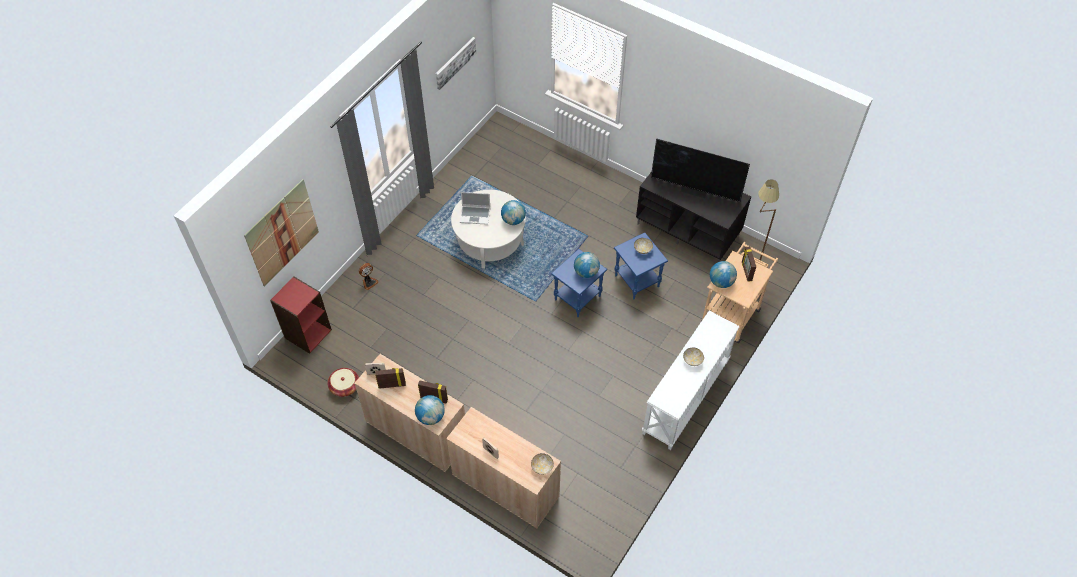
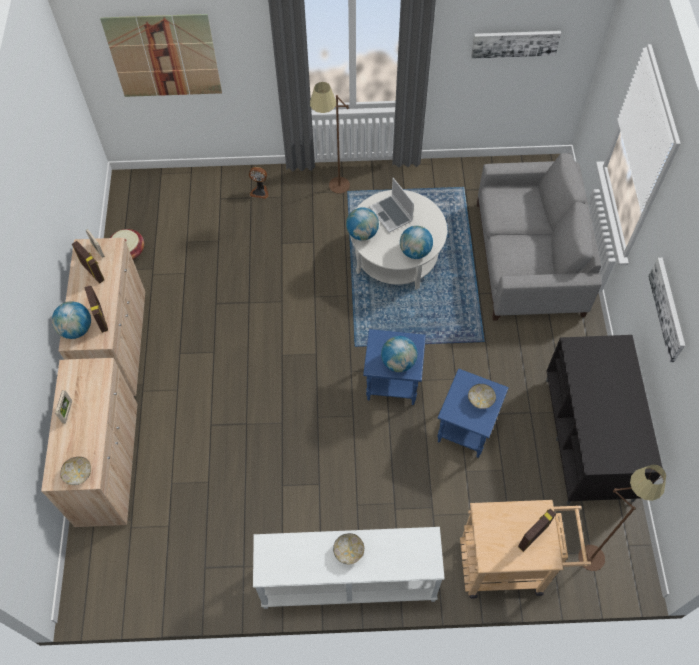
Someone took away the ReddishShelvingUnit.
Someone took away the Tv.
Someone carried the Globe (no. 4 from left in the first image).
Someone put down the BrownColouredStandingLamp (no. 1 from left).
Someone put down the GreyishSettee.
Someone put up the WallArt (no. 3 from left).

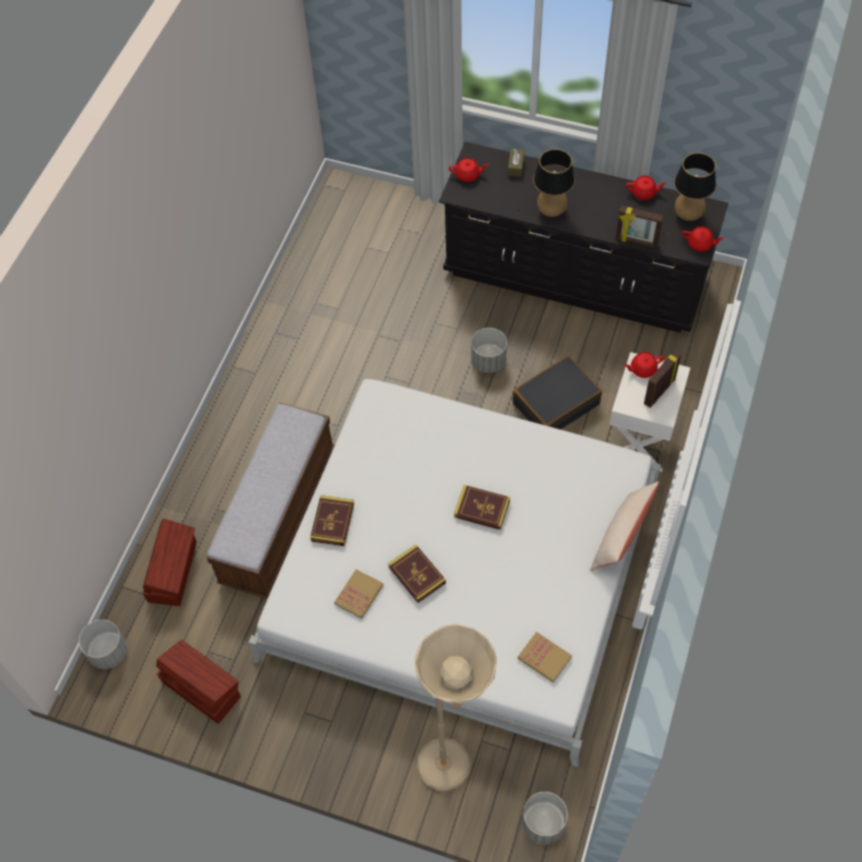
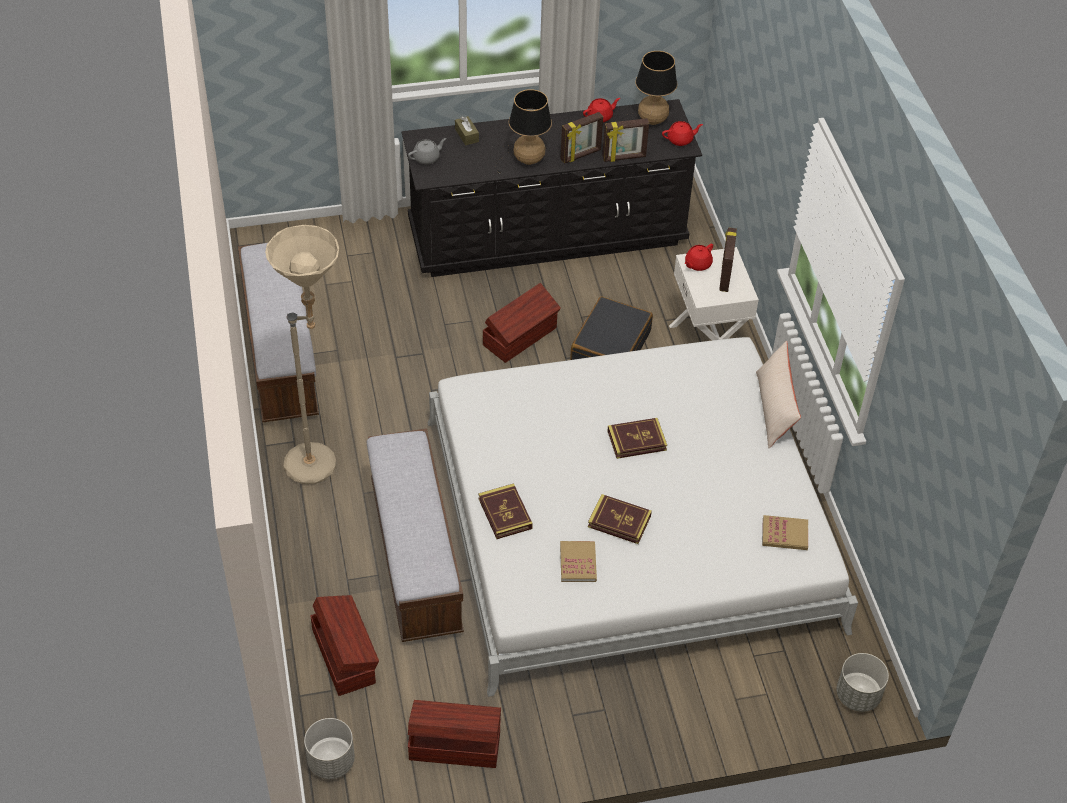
Someone carried the BeigeColouredStandingLamp.
Someone repainted the ReddishPotForTea (no. 1 from left), which became the GreyishPotForTea.
Someone swapped the GreyishFlowerPot (no. 2 from left) for the BrownColouredStorageBox (no. 3 from left).
Someone put down the IndoorBench (no. 1 from left).
Someone put down the PhotoFrame (no. 1 from left).

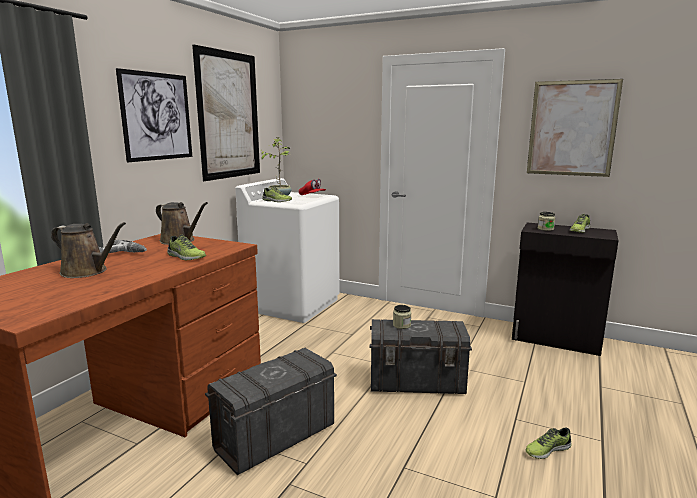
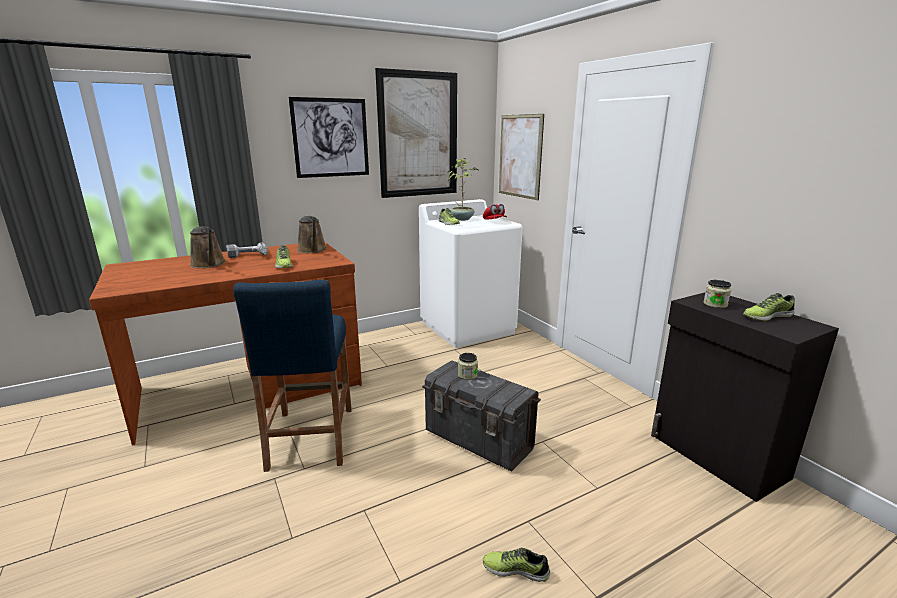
Someone swapped the GreyishStorageBox (no. 1 from left) for the BlueColouredStoolSeat.
Someone carried the WallArt (no. 3 from left).

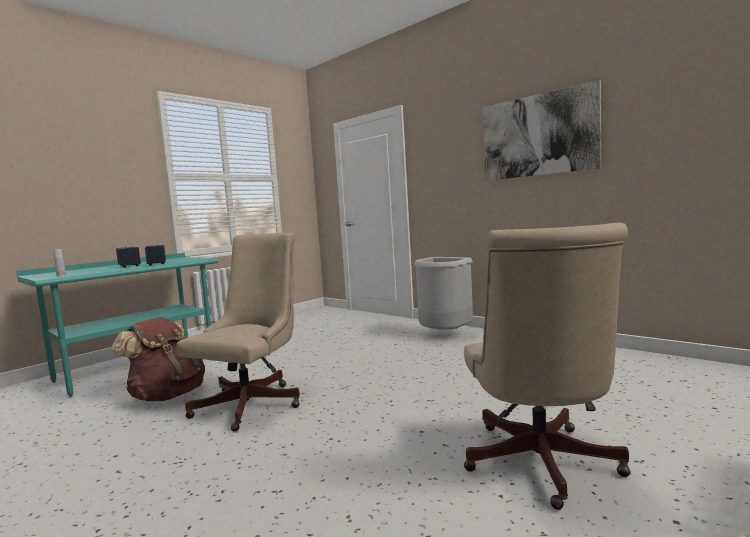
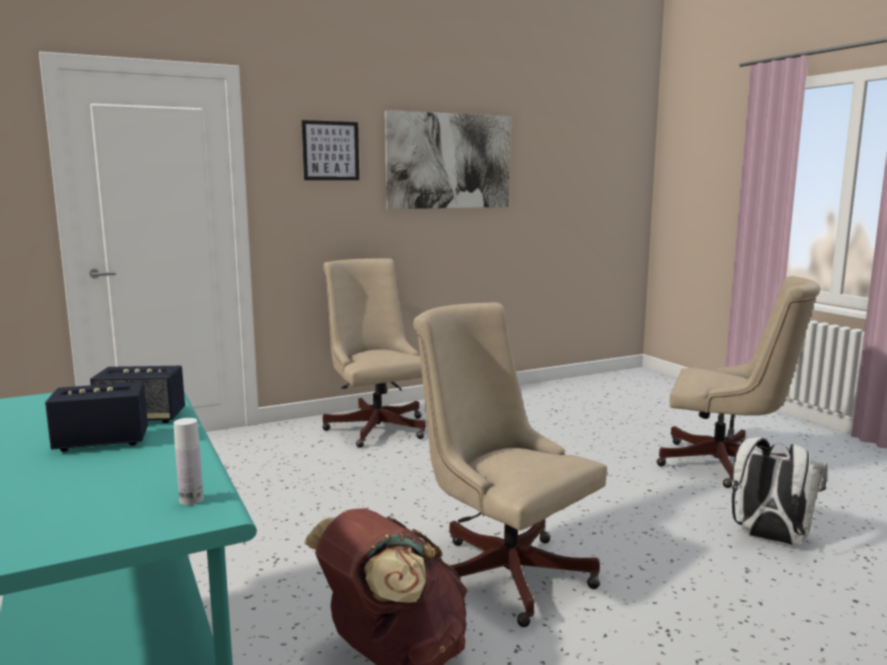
Someone swapped the GreyishTrashCan for the BeigeColouredComputerChair (no. 1 from left).
Someone put up the WallArt (no. 1 from left).
Someone put down the WhiteColouredKnapsack.

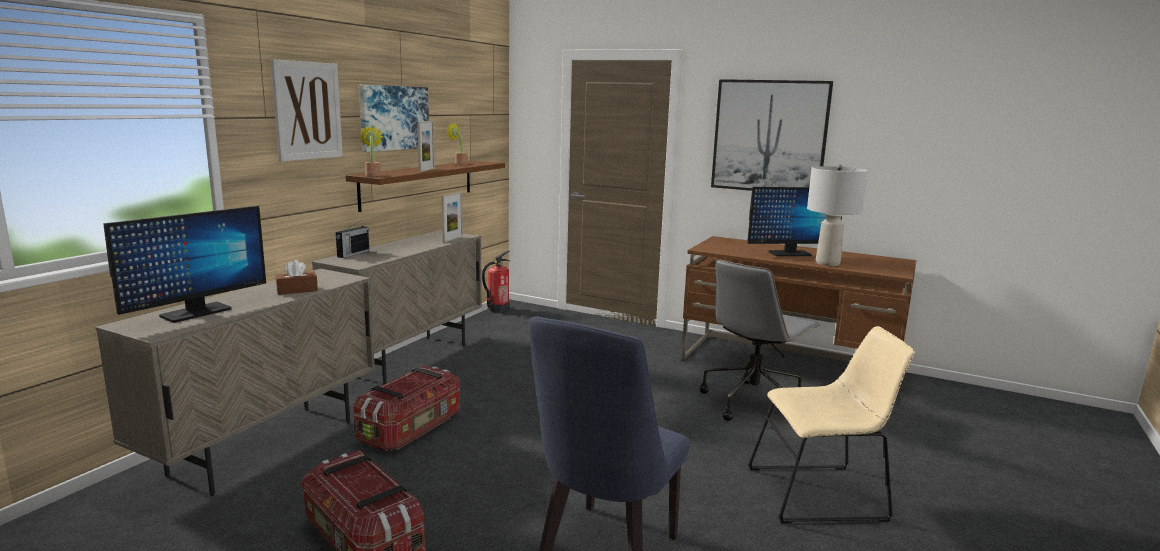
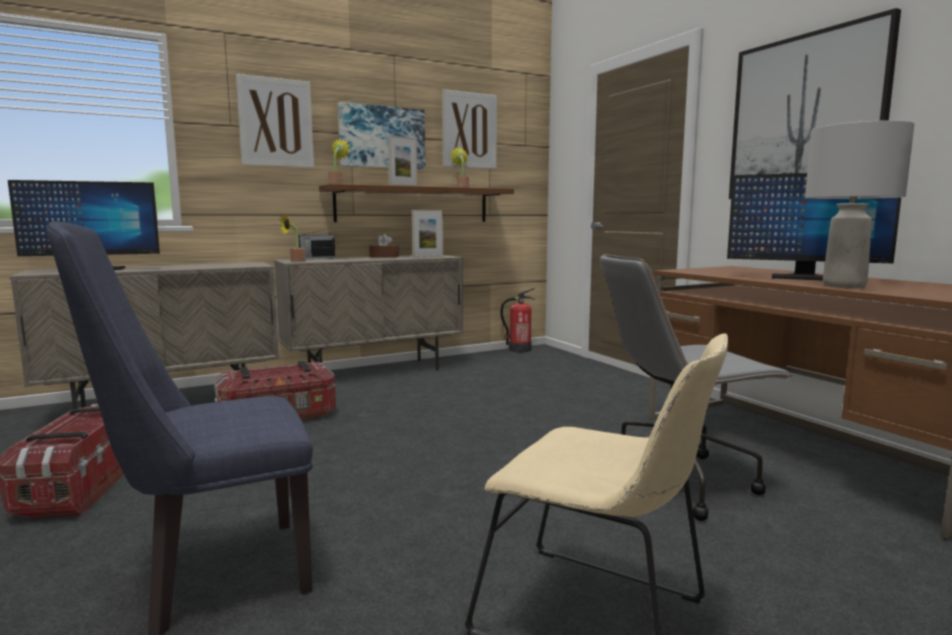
Someone carried the BrownColouredTissueBox.
Someone put down the Houseplant (no. 1 from left).
Someone put up the WallArt (no. 3 from left).

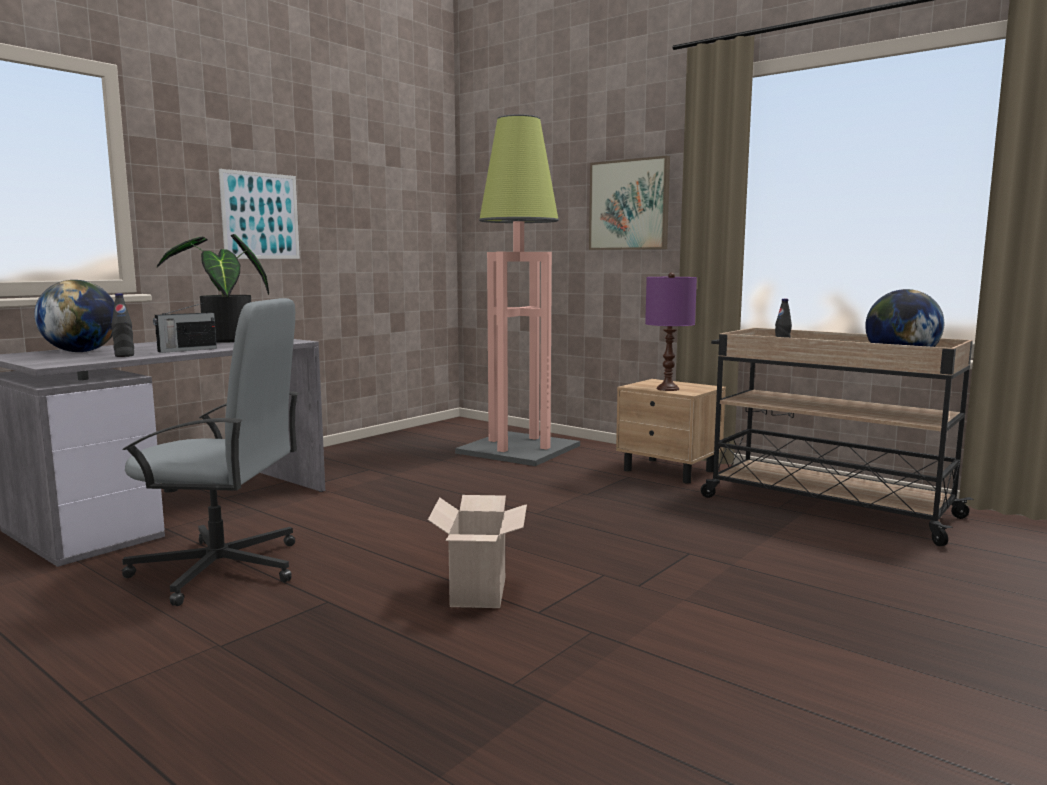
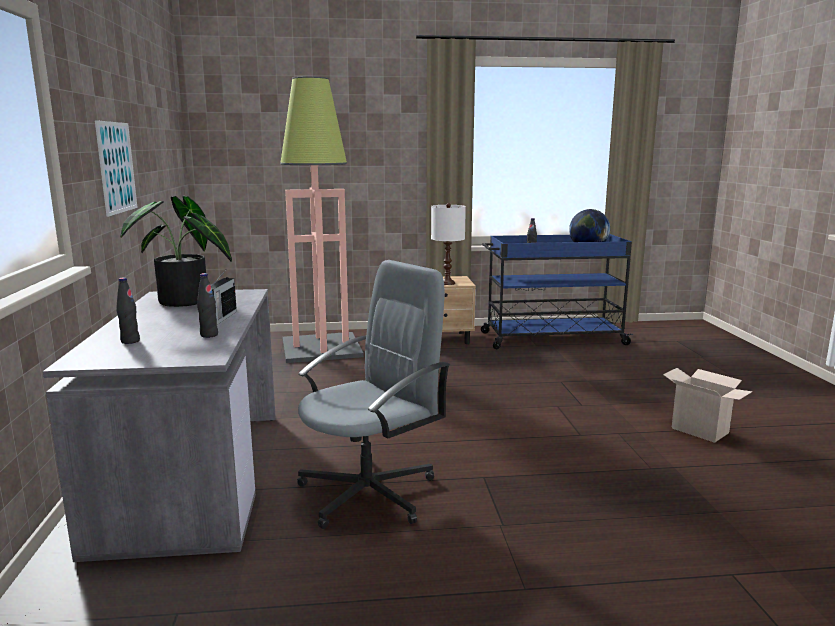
Someone swapped the Globe (no. 1 from left) for the BlackDrinkBottle (no. 1 from left).
Someone carried the PackingBox.
Someone took away the WallArt (no. 2 from left).
Someone repainted the PurplishLampForATable, which became the WhiteColouredLampForATable.
Someone repainted the BeigeColouredWheeledCart, which became the BlueColouredWheeledCart.

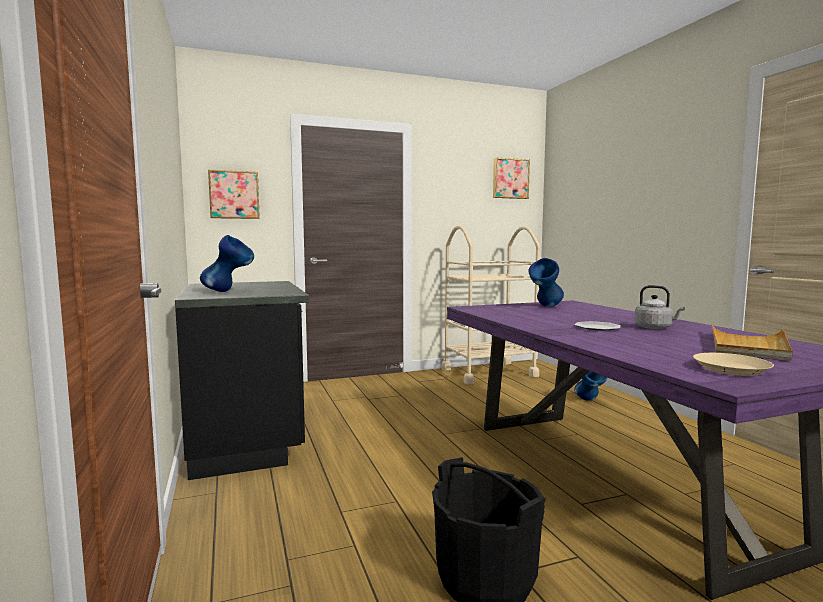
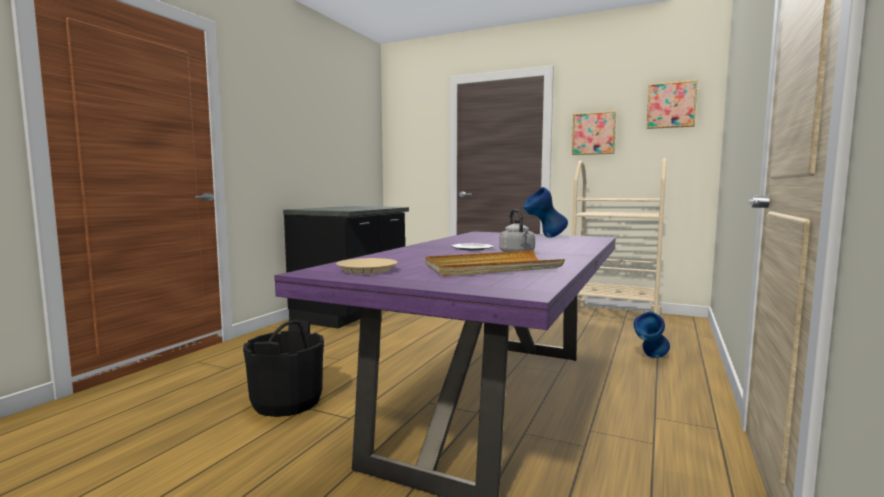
Someone took away the BlueColouredVase (no. 1 from left).
Someone carried the WallArt (no. 1 from left).

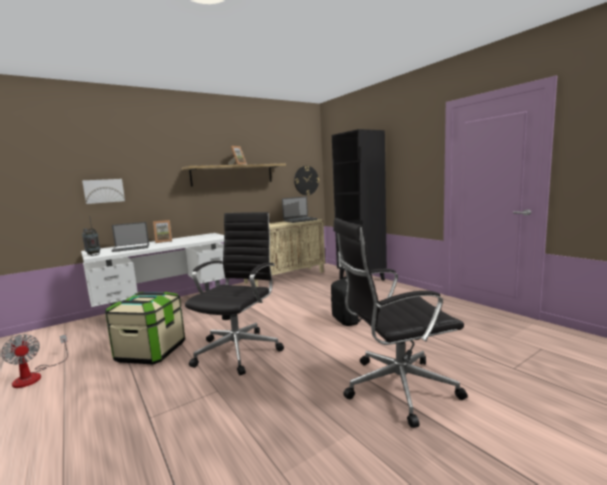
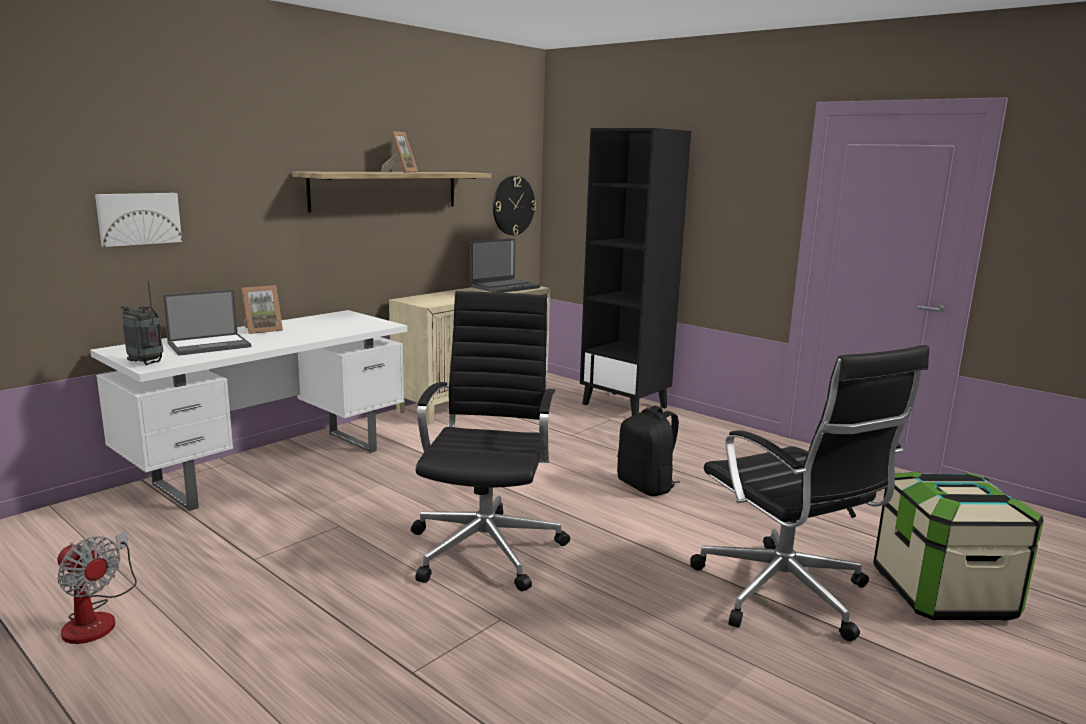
Someone carried the StorageBox.
Someone rotated the BlackComputerChair (no. 2 from left) by 90 degrees counterclockwise.

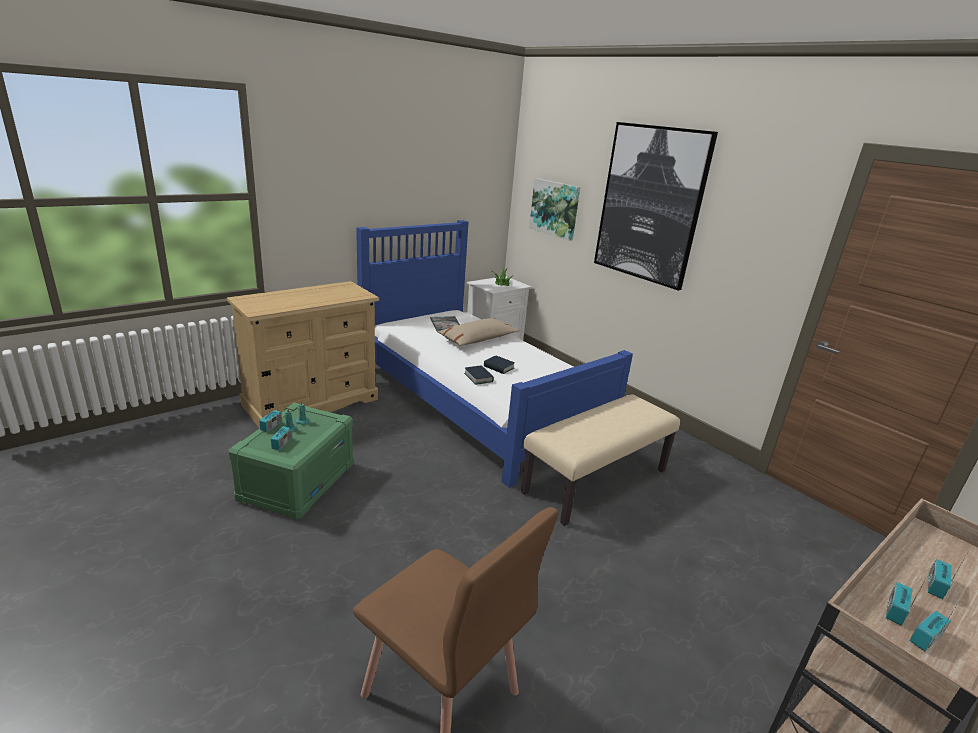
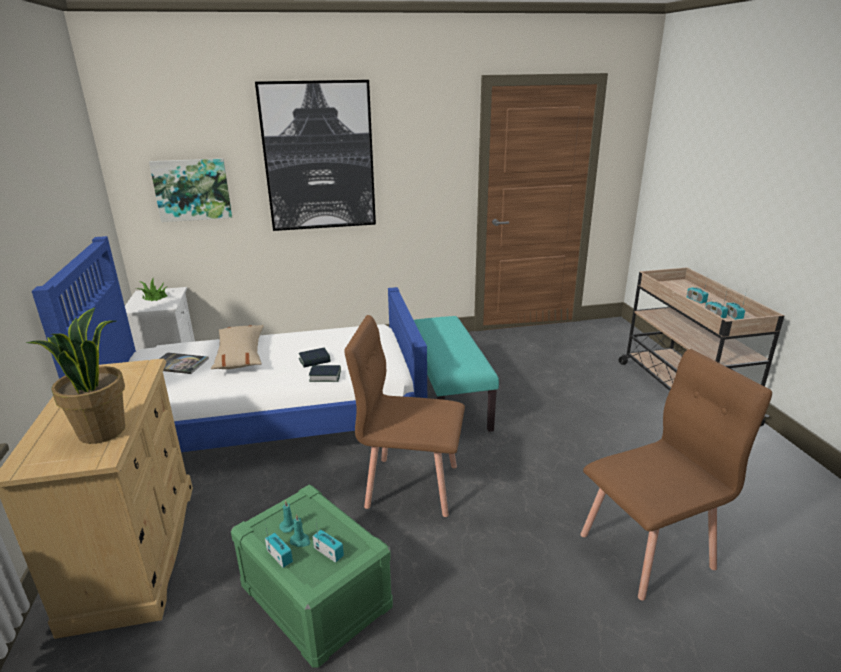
Someone repainted the BeigeColouredIndoorBench, which became the TurquoiseColouredIndoorBench.
Someone put down the Houseplant (no. 1 from left).
Someone put down the BrownColouredPlainChair (no. 1 from left).

